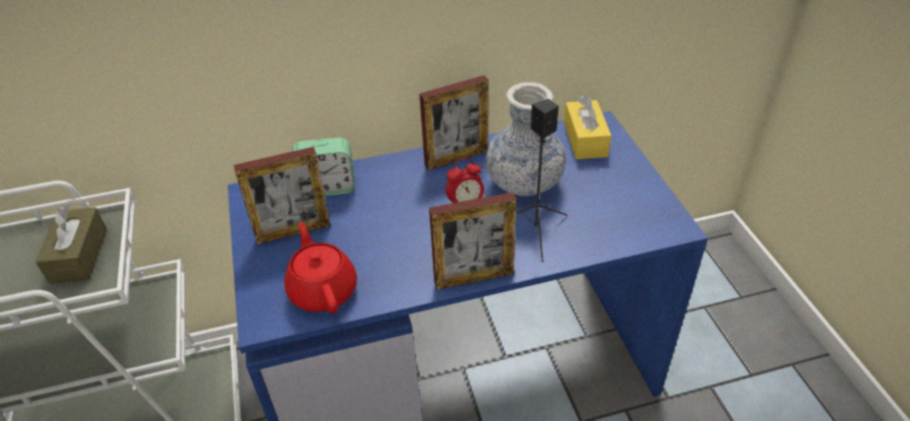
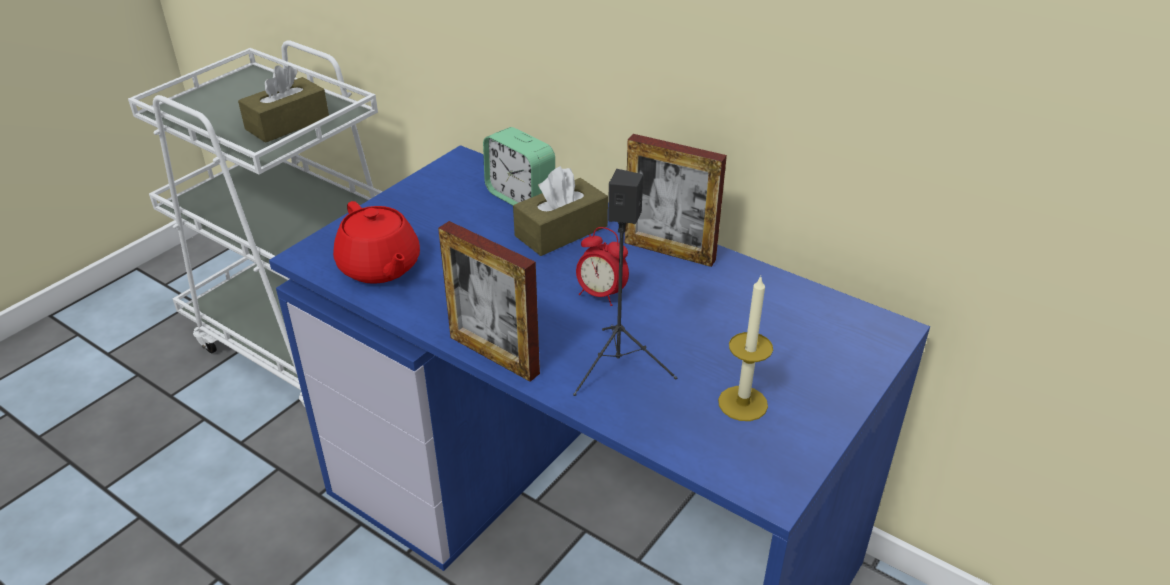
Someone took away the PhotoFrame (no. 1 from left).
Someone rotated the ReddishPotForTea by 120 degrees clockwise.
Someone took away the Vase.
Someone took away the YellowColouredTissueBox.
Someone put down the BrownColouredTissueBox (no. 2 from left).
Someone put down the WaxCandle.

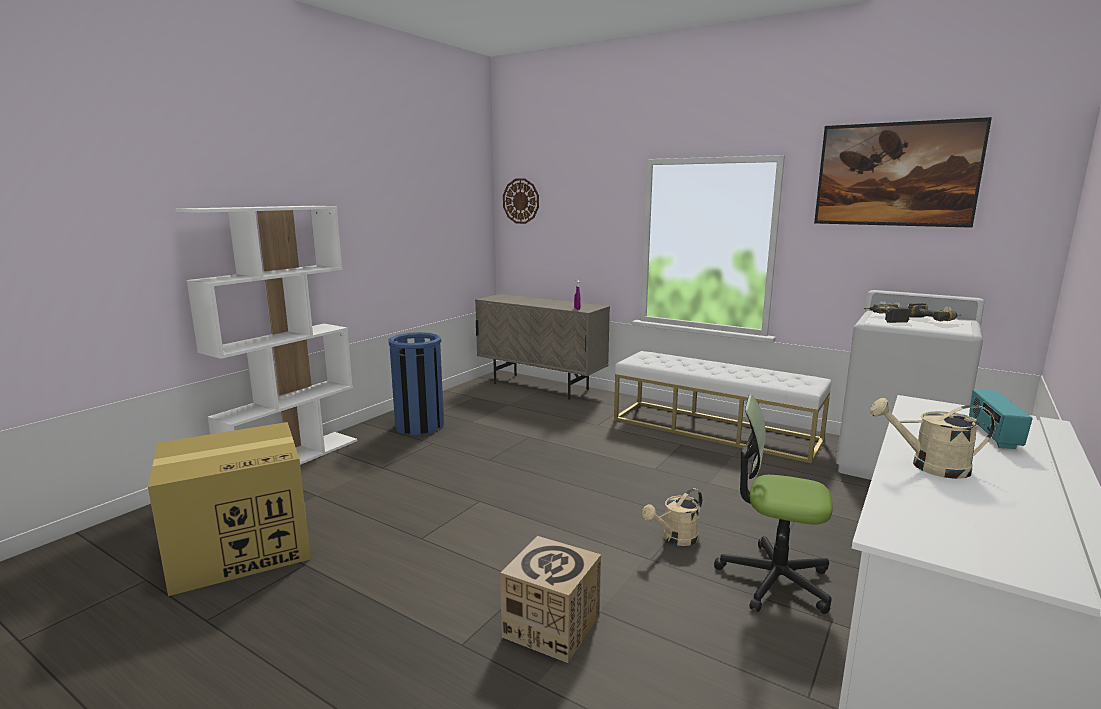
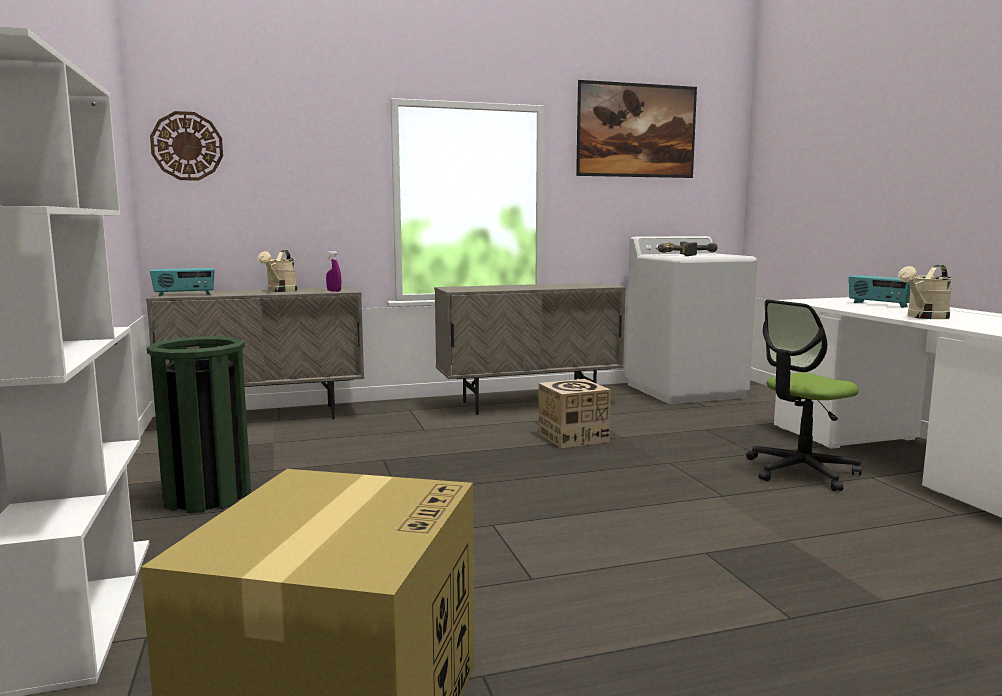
Someone repainted the BlueColouredTrashCan, which became the GreenishTrashCan.
Someone carried the PackingBox (no. 2 from left).
Someone swapped the WhiteColouredIndoorBench for the BeigeColouredCupboard (no. 2 from left).
Someone carried the BeigeColouredWateringCan (no. 1 from left).
Someone put down the Radio (no. 1 from left).

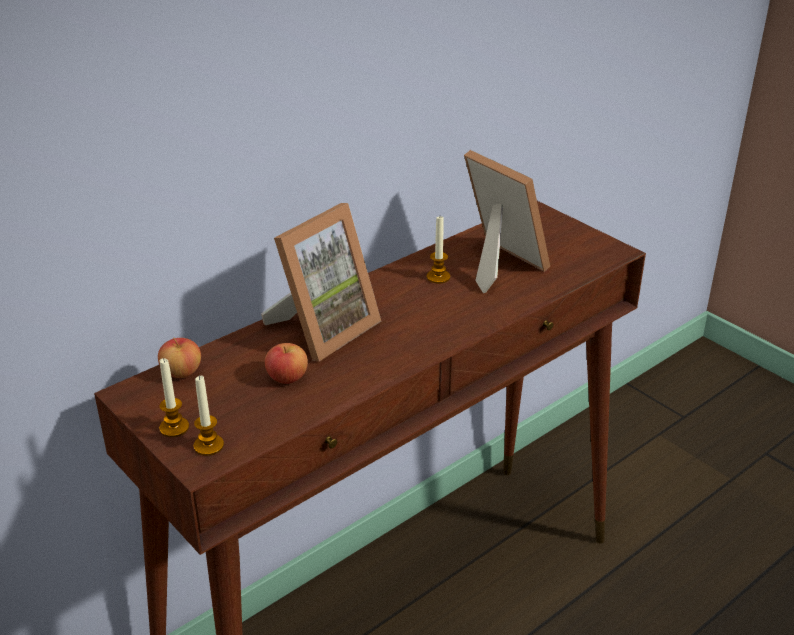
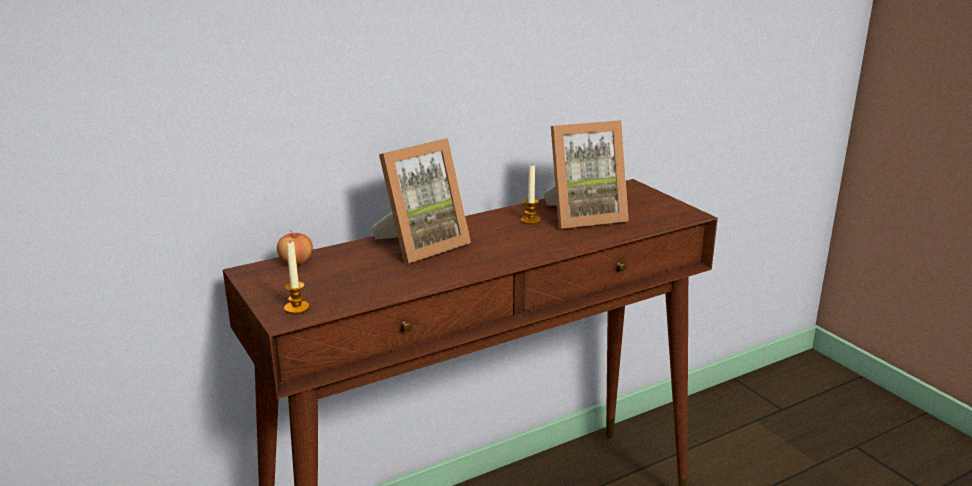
Someone took away the WaxCandle (no. 1 from left).
Someone took away the WholeApple (no. 2 from left).
Someone rotated the PhotoFrame (no. 2 from left) by 105 degrees clockwise.

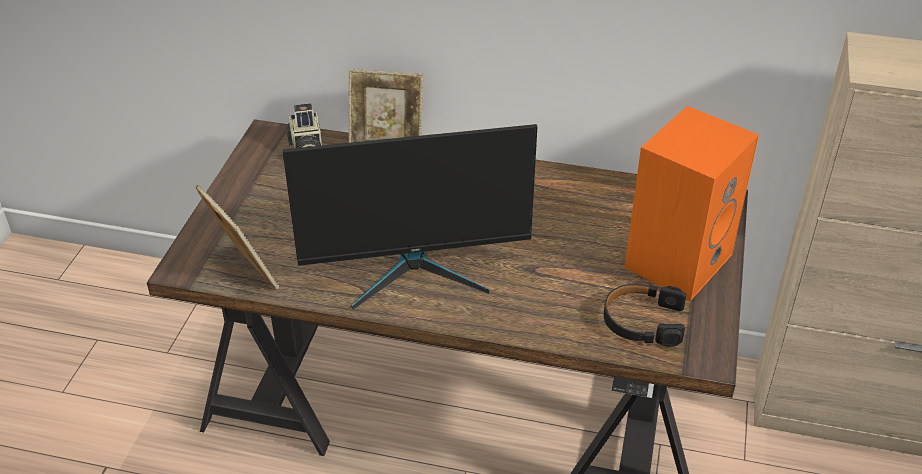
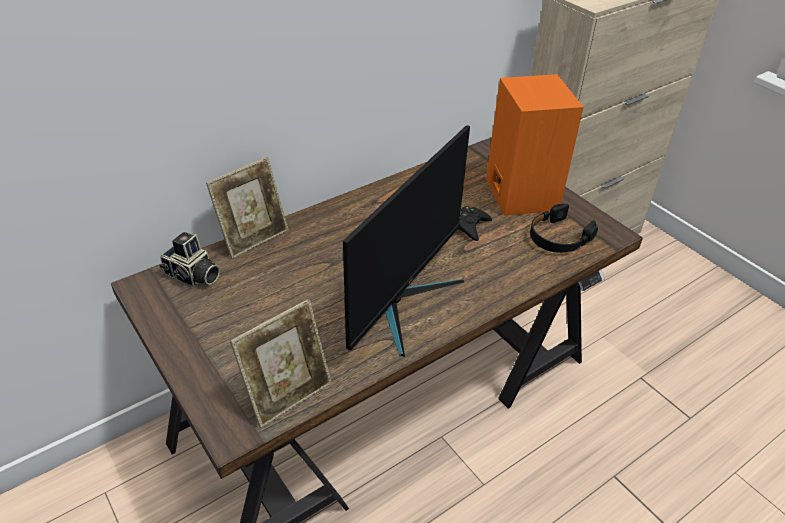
Someone rotated the PhotoFrame (no. 1 from left in the first image) by 135 degrees clockwise.
Someone put down the BlackGamepad.

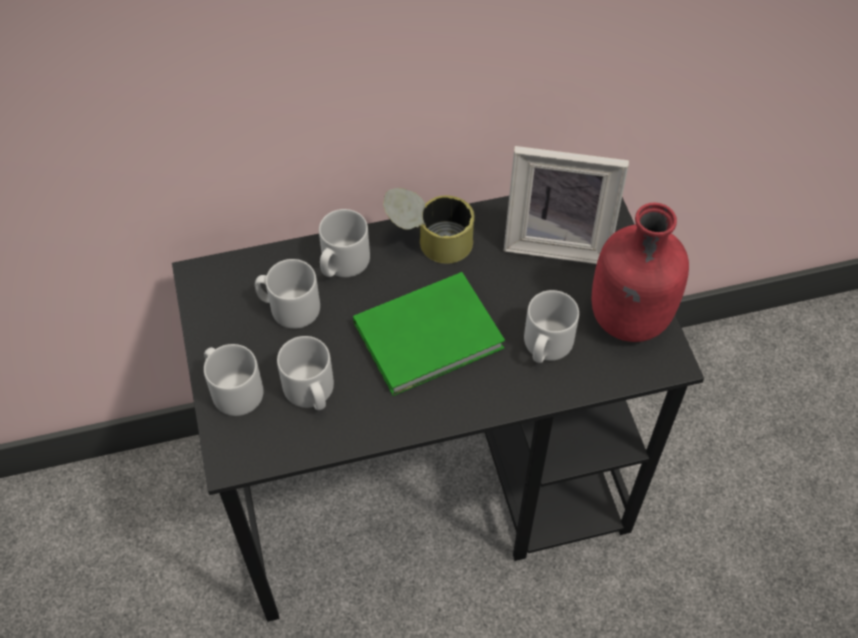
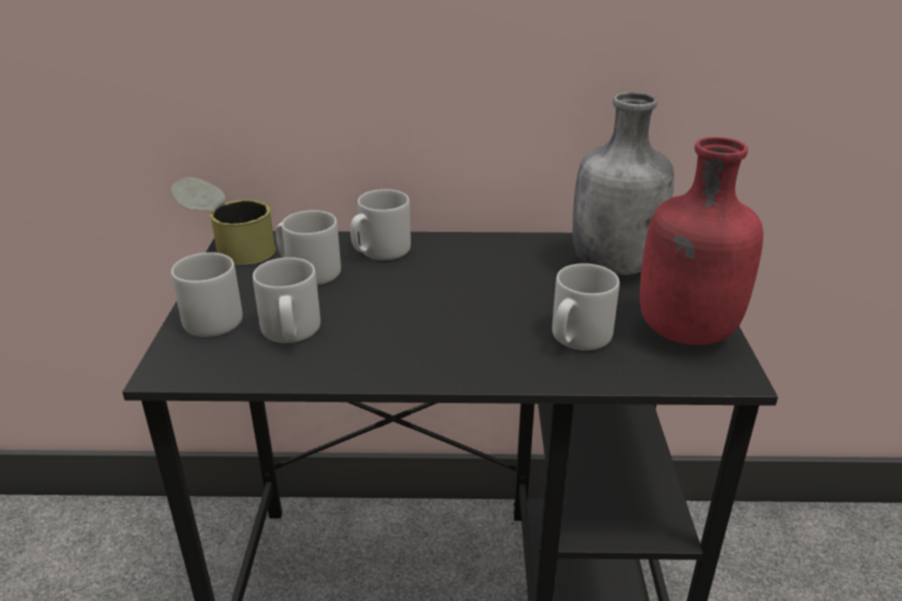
Someone took away the GreenishVolume.
Someone carried the Can.
Someone swapped the PhotoFrame for the GreyishDrinkBottle.

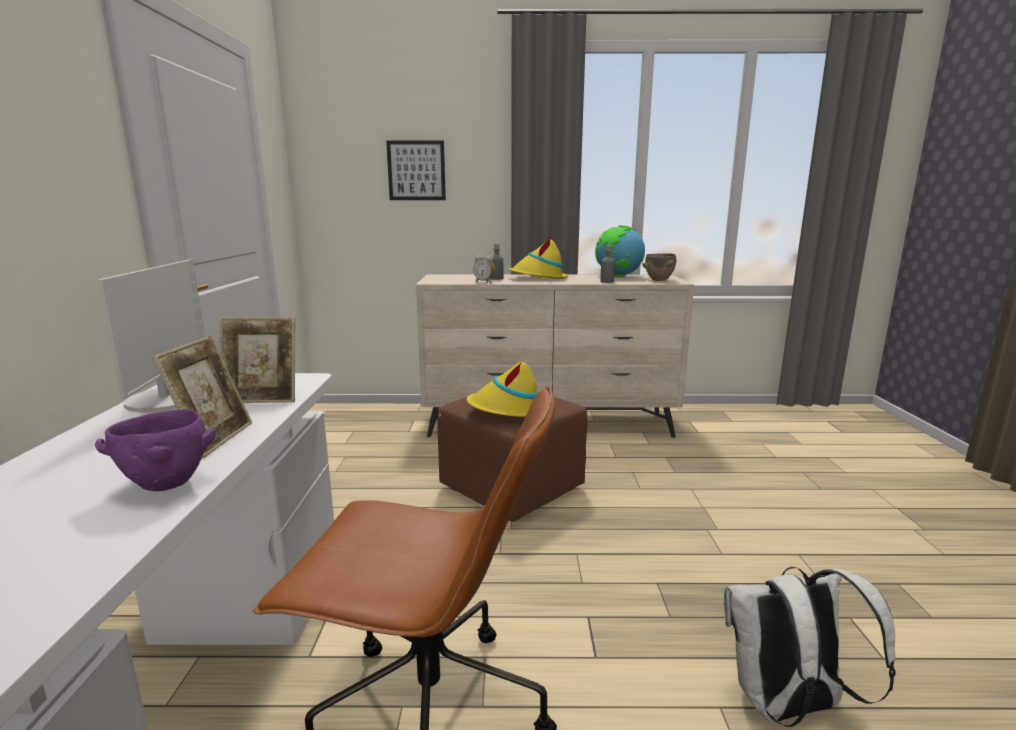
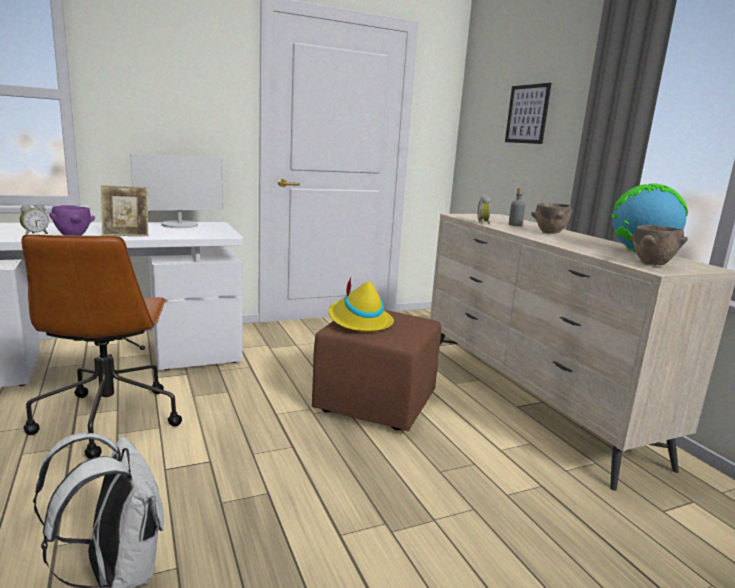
Someone took away the PhotoFrame (no. 2 from left).
Someone swapped the YellowColouredClothingHat (no. 2 from left) for the BrownColouredServingBowl (no. 1 from left).
Someone took away the GreyishDrinkBottle (no. 2 from left).
Someone put down the TableClock (no. 1 from left).

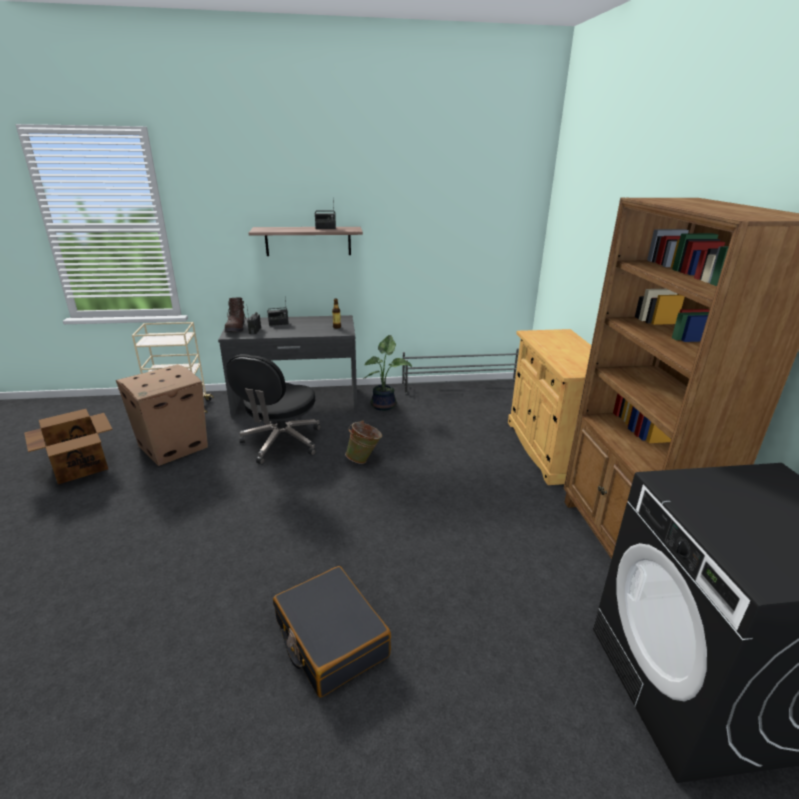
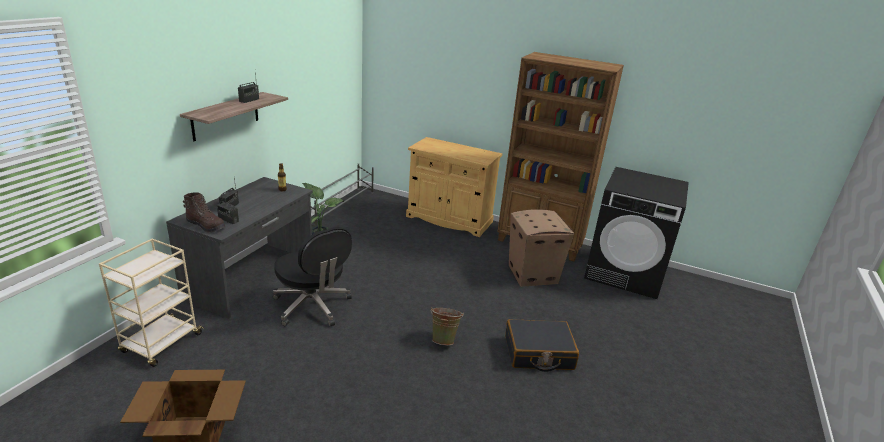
Someone carried the PackingBox (no. 2 from left).
Someone carried the GreenishBucket.

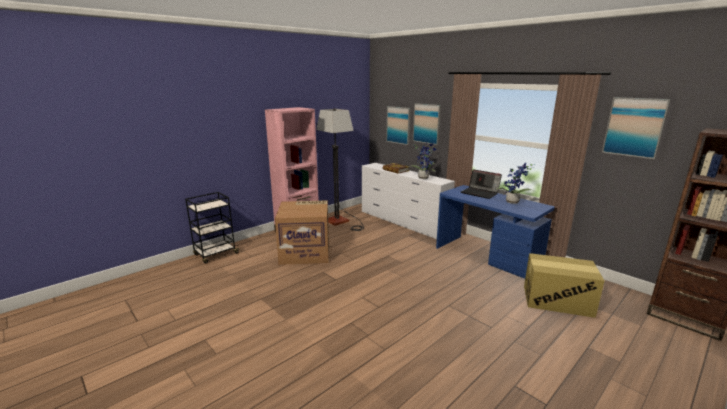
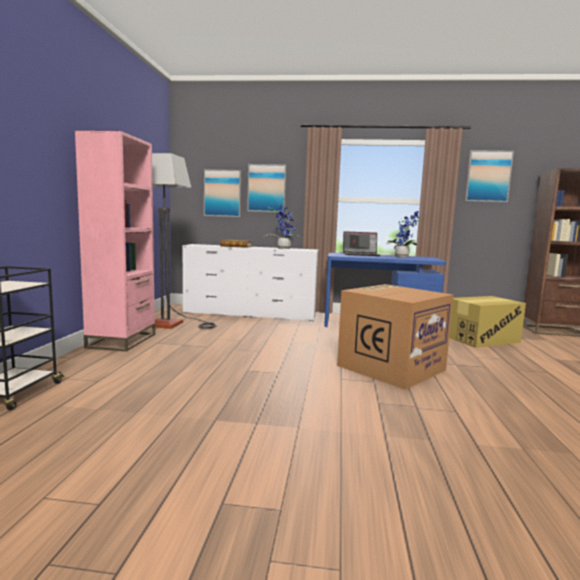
Someone carried the PackingBox (no. 1 from left).

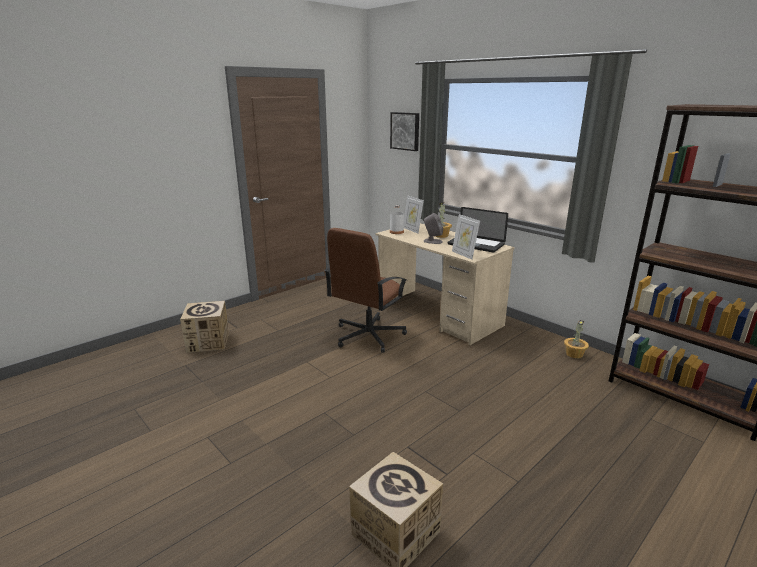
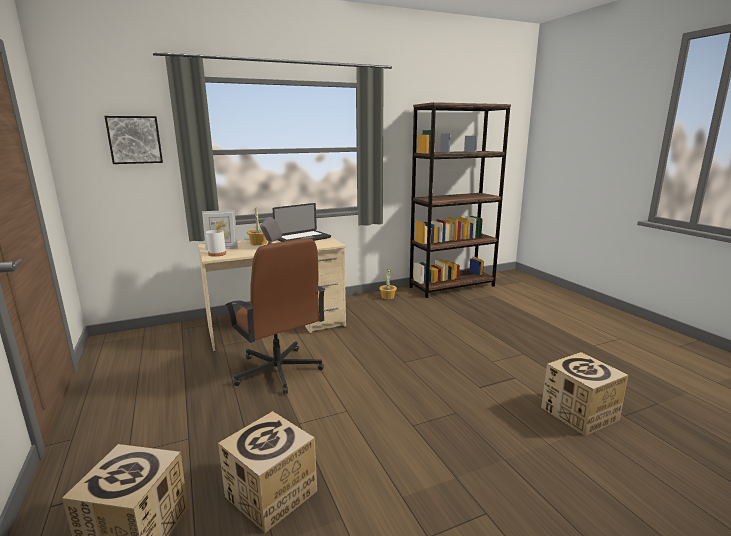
Someone took away the PhotoFrame (no. 2 from left).
Someone put down the PackingBox (no. 2 from left).

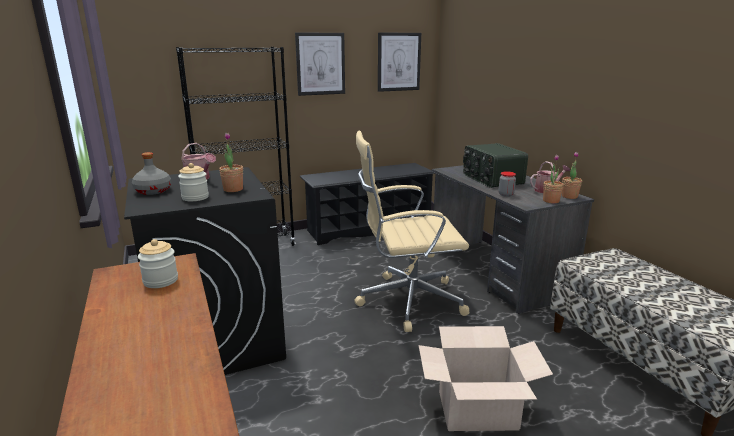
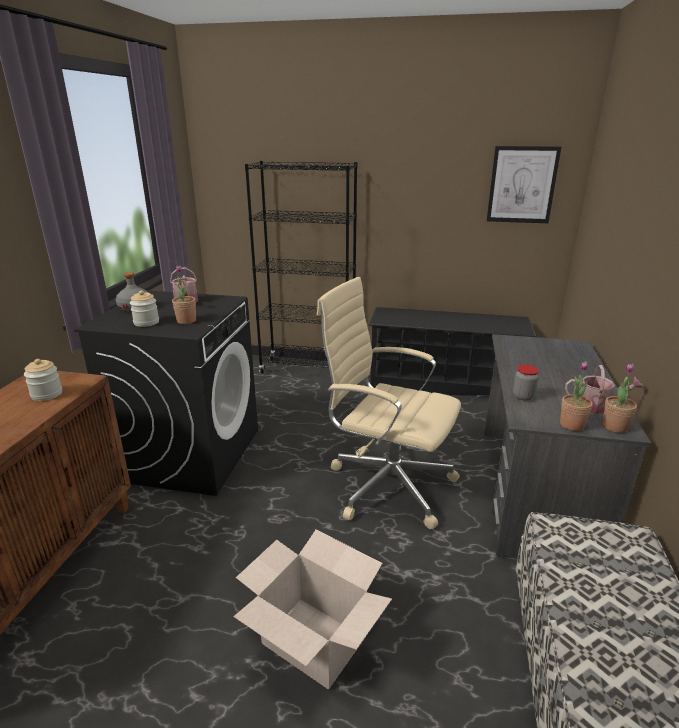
Someone took away the WallArt (no. 1 from left).
Someone took away the Radio.

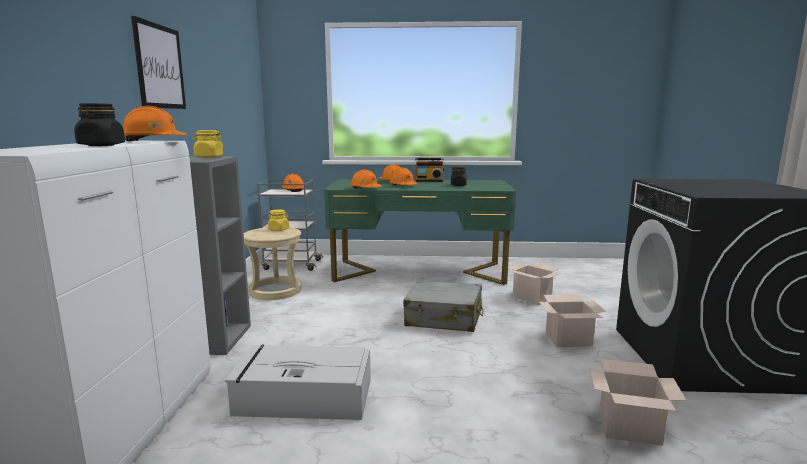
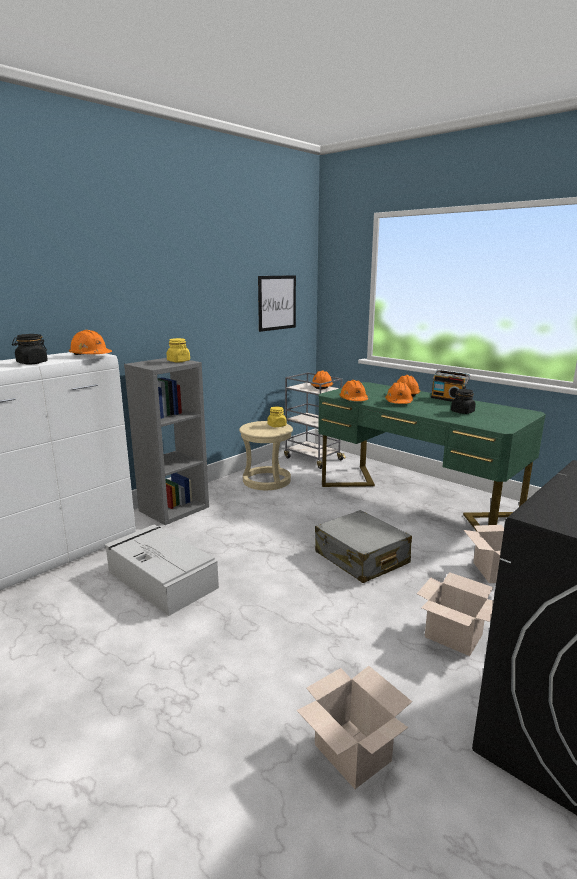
Someone carried the WallArt.

